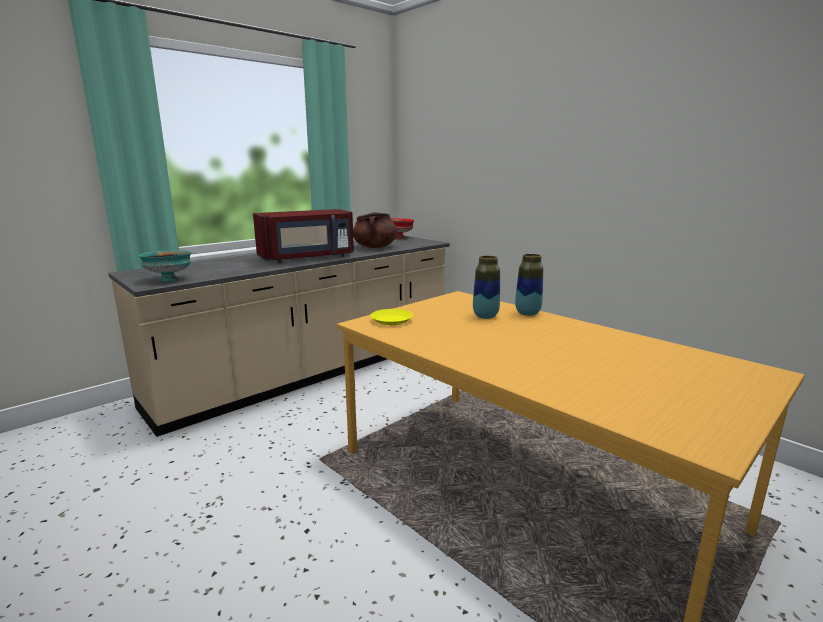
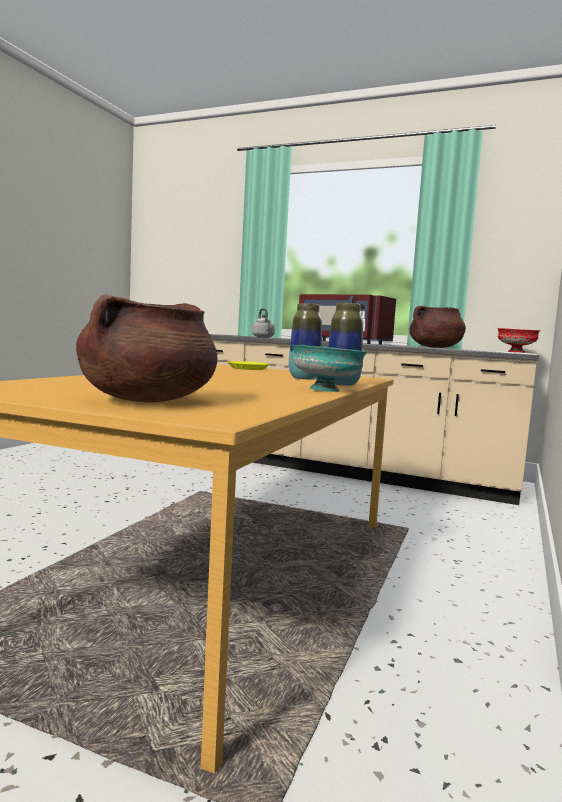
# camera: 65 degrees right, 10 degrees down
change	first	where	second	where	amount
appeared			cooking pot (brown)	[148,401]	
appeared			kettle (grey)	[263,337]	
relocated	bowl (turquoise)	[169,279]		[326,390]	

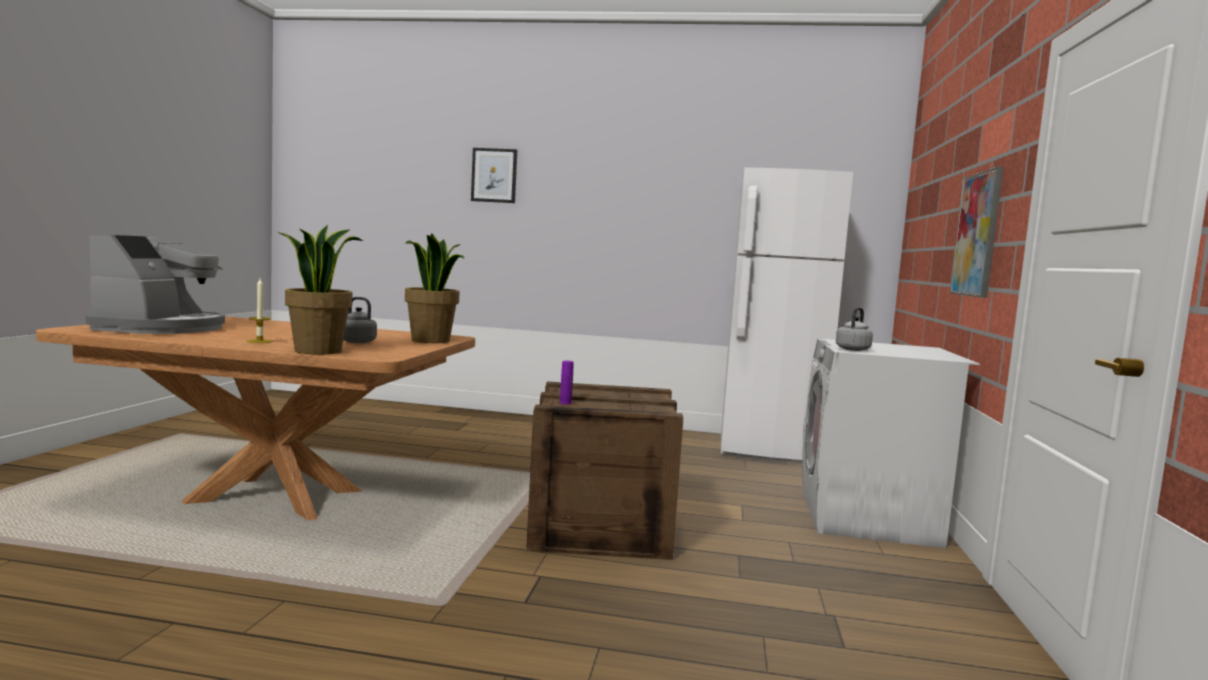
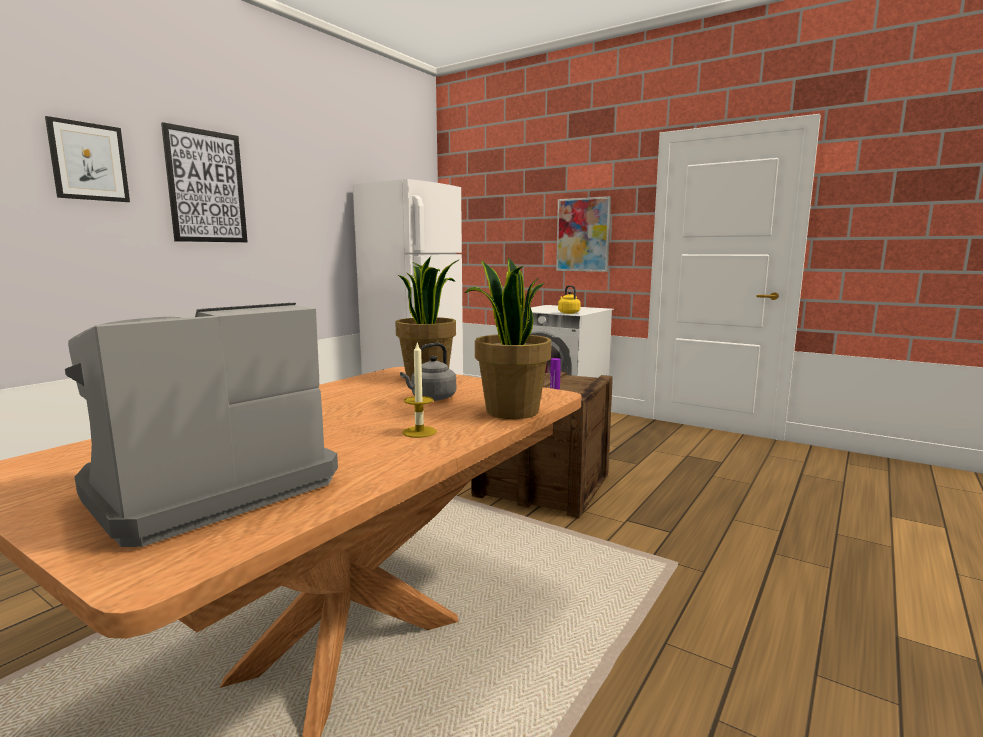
# camera: 65 degrees left, 5 degrees up
change	first	where	second	where	amount
appeared			picture	[206,186]	
colour	kettle (grey)	[853,349]	kettle (yellow)	[568,313]	
spun	coffee machine	[162,328]		[206,488]	75 degrees counterclockwise

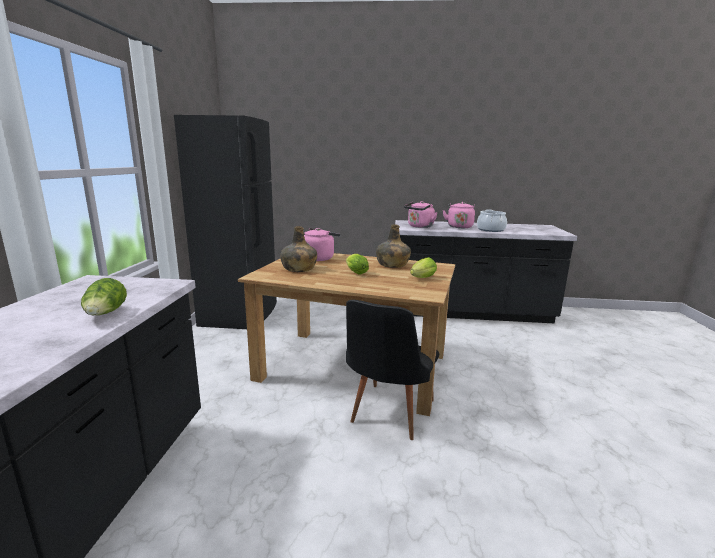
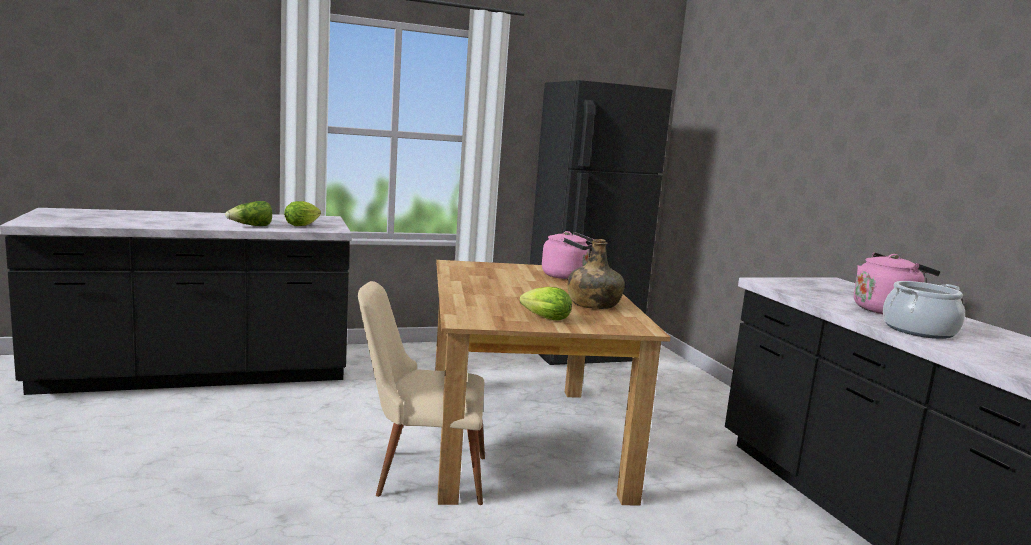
# camera: 65 degrees right, 5 degrees down
change	first	where	second	where	amount
missing	bottle (green)	[298,269]			
missing	kettle (pink)	[419,226]			
relocated	lettuce	[355,272]		[303,225]	
colour	chair (black)	[388,415]	chair (beige)	[420,474]	

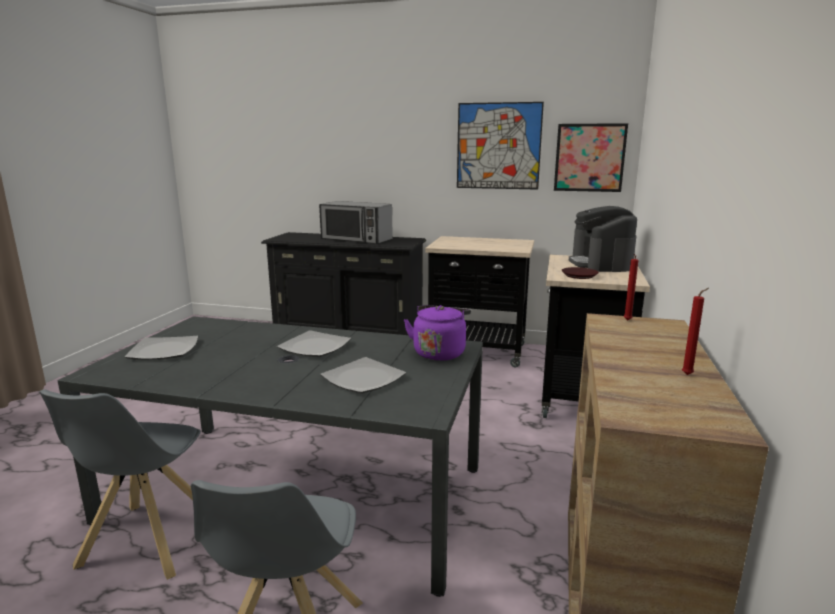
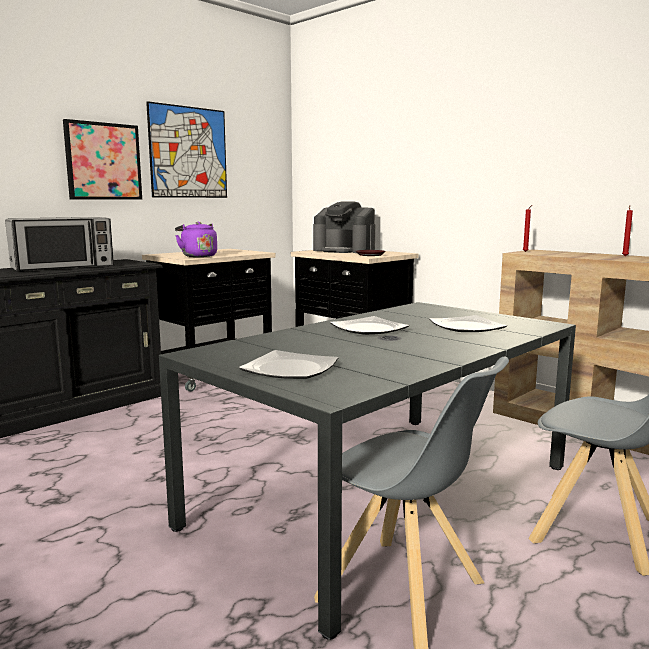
# camera: 60 degrees left, 5 degrees down
change	first	where	second	where	amount
relocated	kettle (purple)	[439,352]		[197,256]	
relocated	picture	[589,157]		[103,161]	

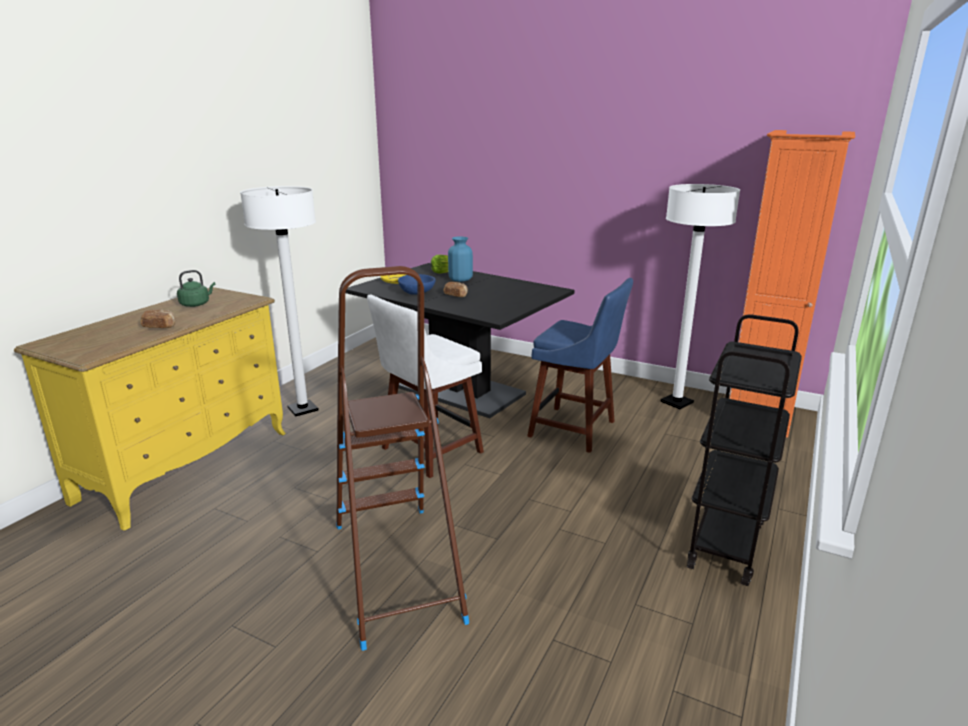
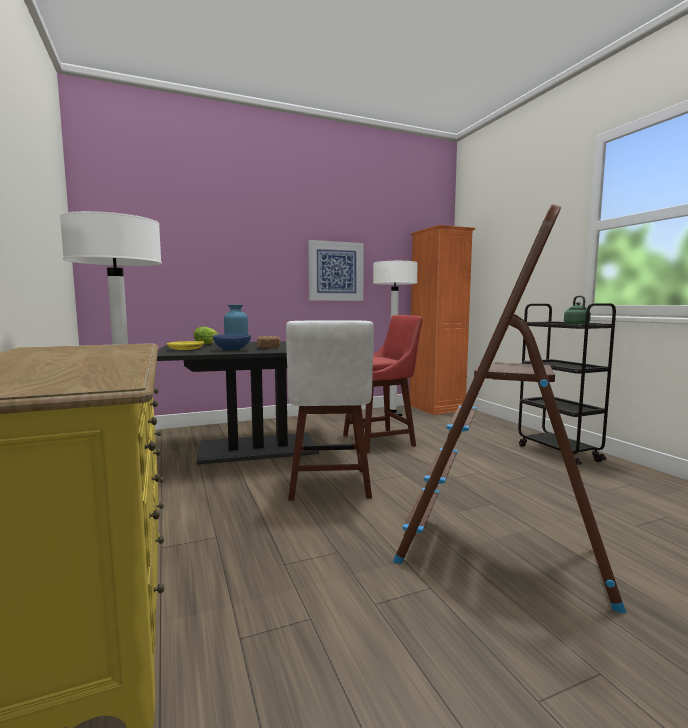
# camera: 50 degrees left, 15 degrees down
change	first	where	second	where	amount
missing	bread	[160,327]			
appeared			picture	[336,271]	
relocated	kettle (green)	[196,304]		[575,324]	
colour	chair (blue)	[576,430]	chair (red)	[382,440]	

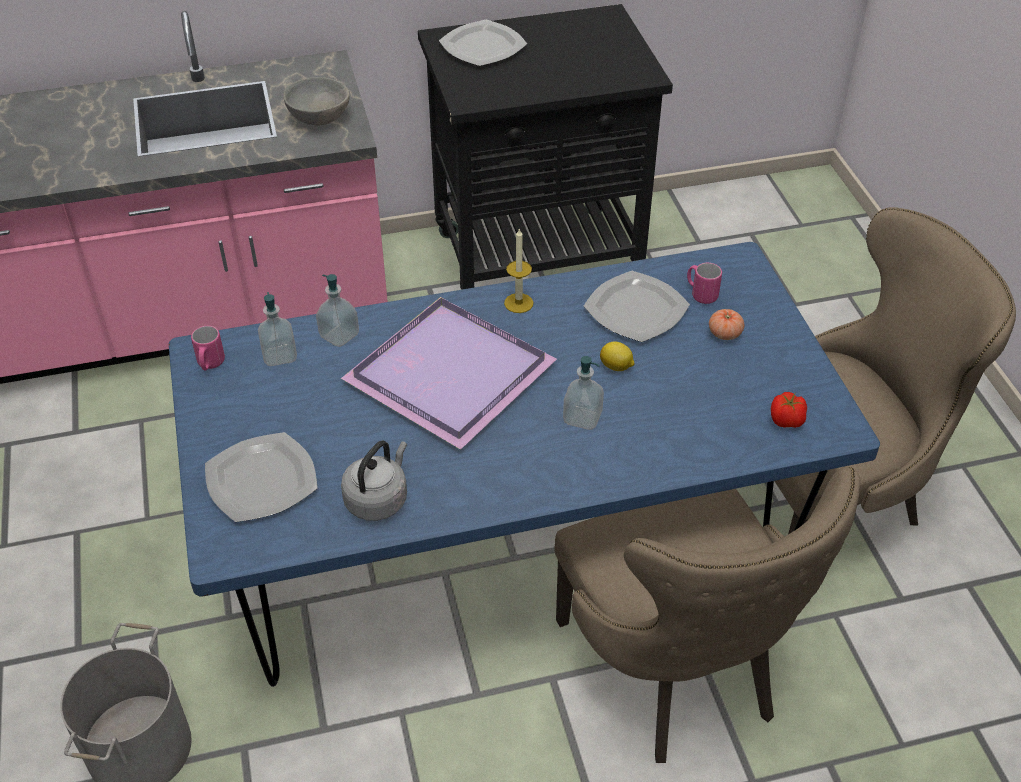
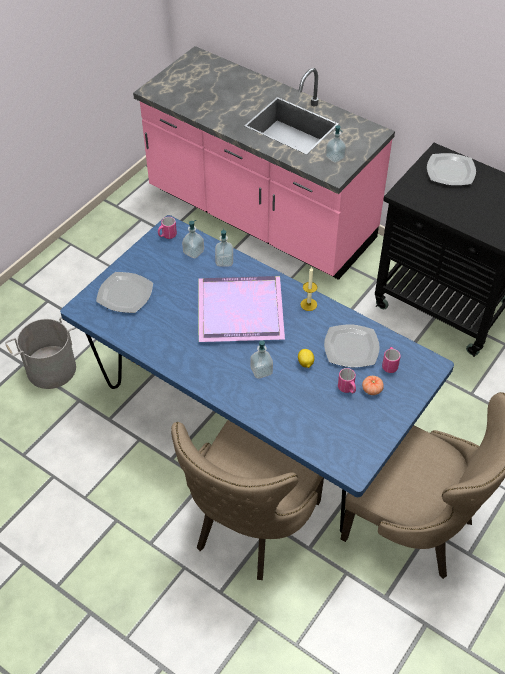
# camera: 50 degrees right, 5 degrees up
change	first	where	second	where	amount
missing	kettle (grey)	[378,499]			
missing	tomato	[787,421]			
appeared			mug (pink)	[347,389]	
exchanged	bowl (grey)	[319,118]	soap dispenser	[335,157]	

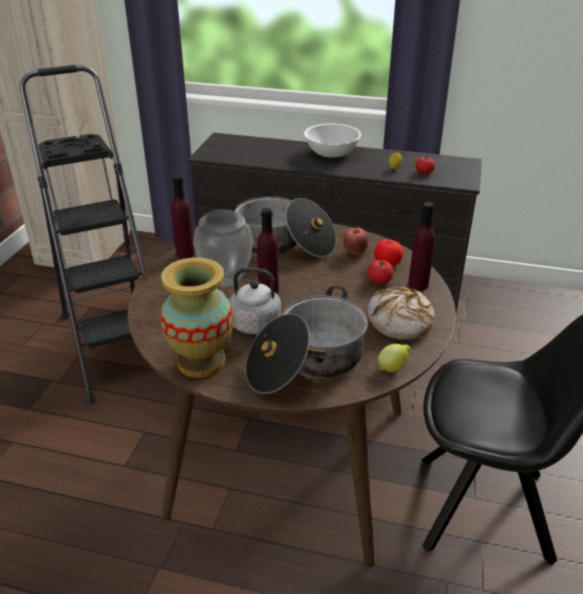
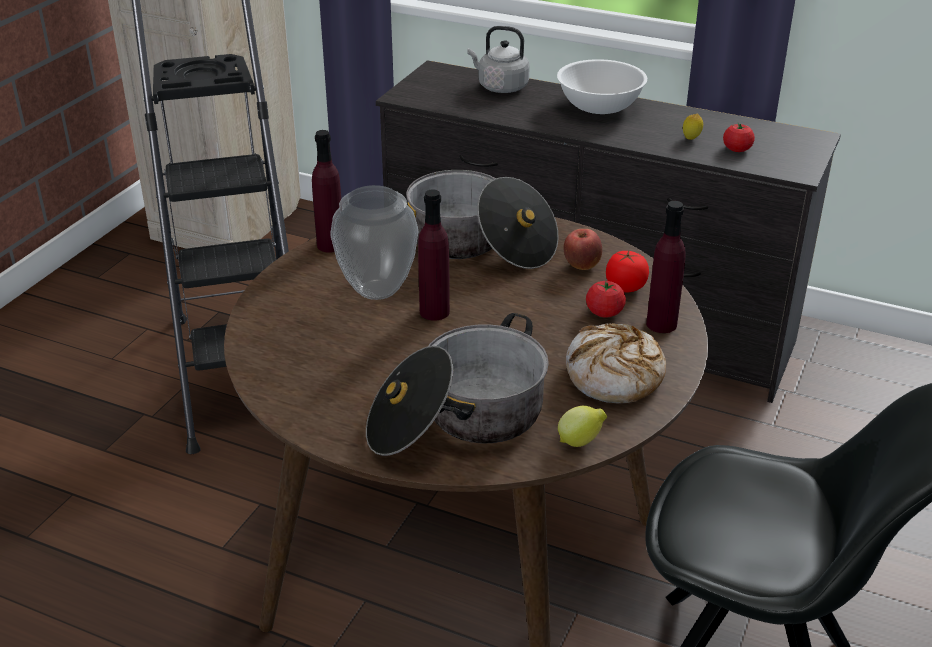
# camera: 10 degrees right, 0 degrees up
change	first	where	second	where	amount
missing	vase	[201,361]			
relocated	kettle (grey)	[252,324]		[500,87]	

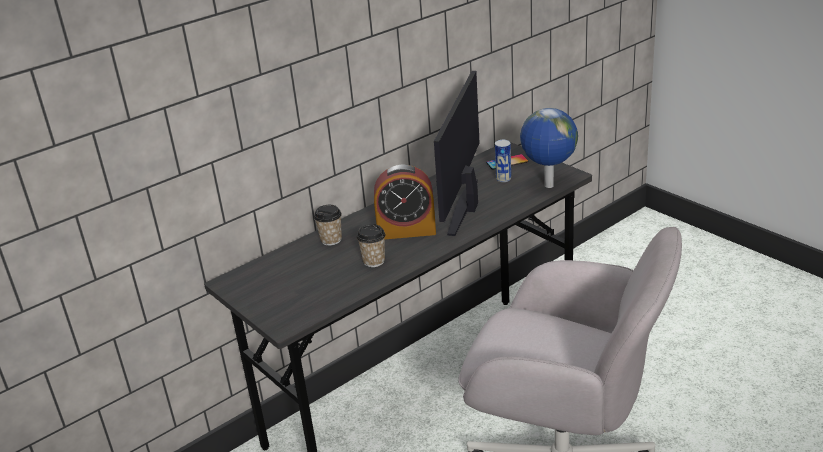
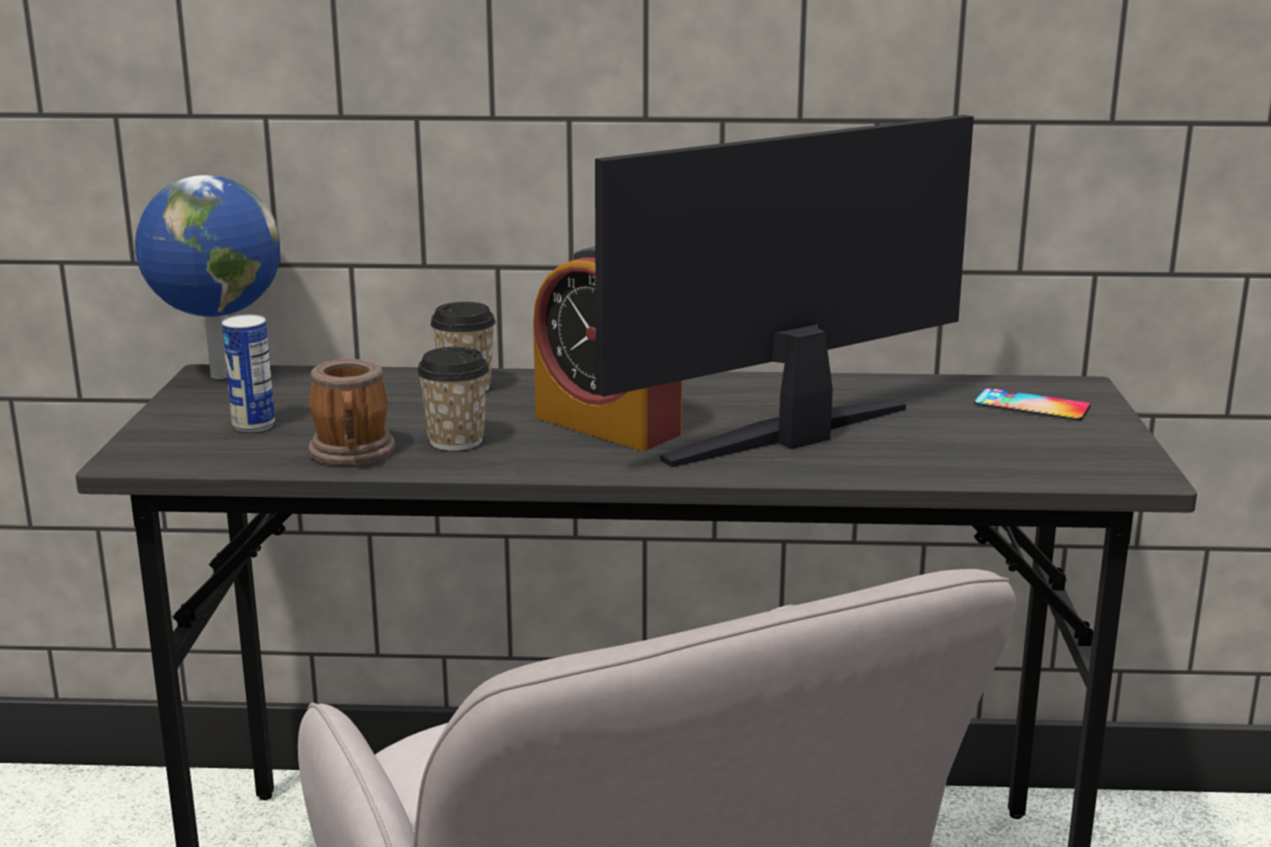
# camera: 40 degrees right, 10 degrees down
change	first	where	second	where	amount
appeared			mug	[352,455]	
relocated	can	[503,179]		[253,425]	
relocated	globe	[548,186]		[218,375]	

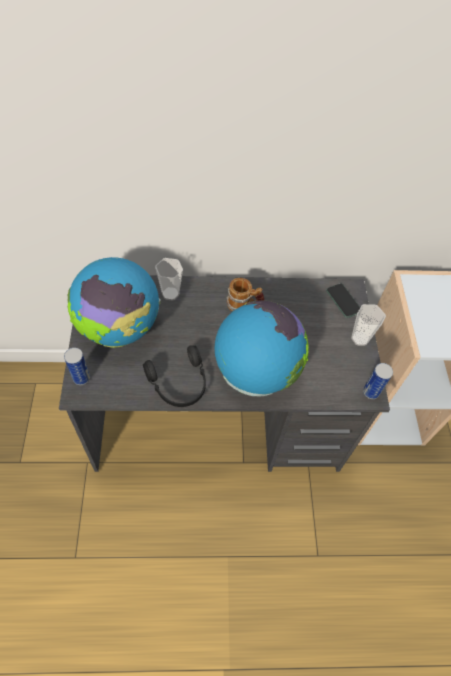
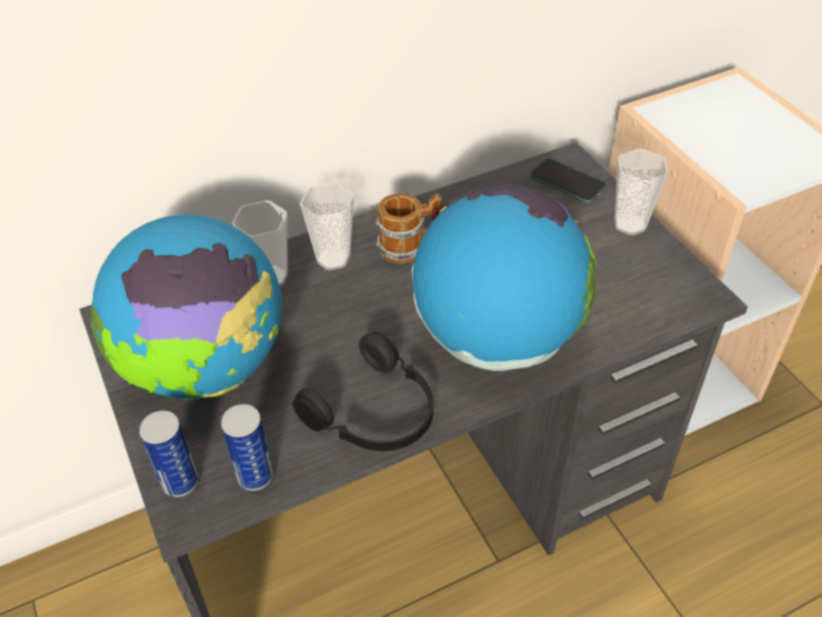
# camera: 20 degrees left, 10 degrees down
change	first	where	second	where	amount
appeared			cup	[333,259]	
relocated	can	[371,392]		[255,476]	

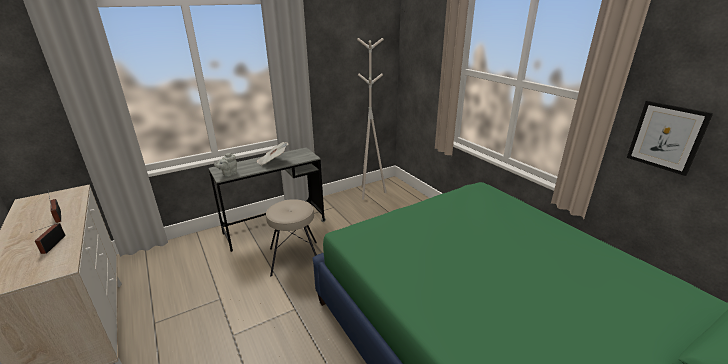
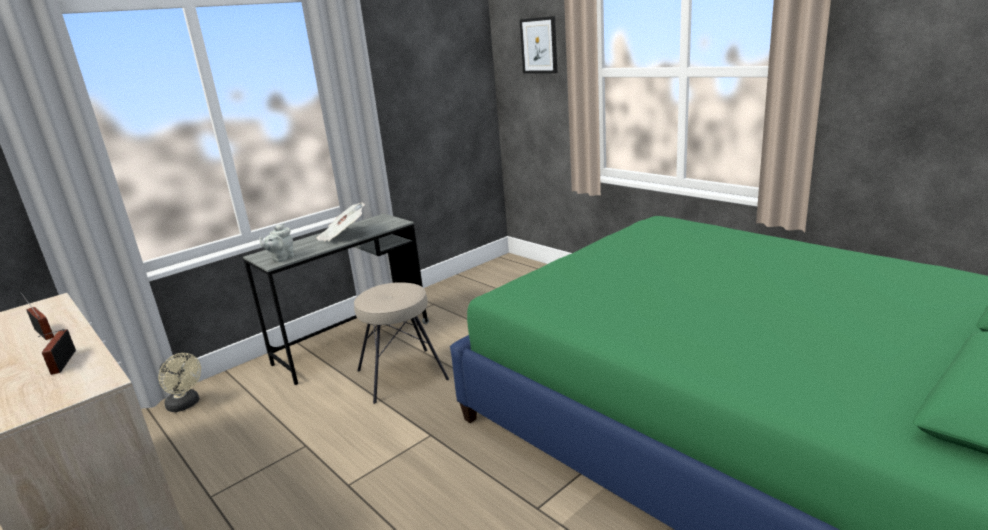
# camera: 10 degrees left, 5 degrees down
change	first	where	second	where	amount
missing	clothes rack (grey)	[370,193]			
appeared			fan (beige)	[186,405]	
relocated	picture	[666,137]		[539,45]	

